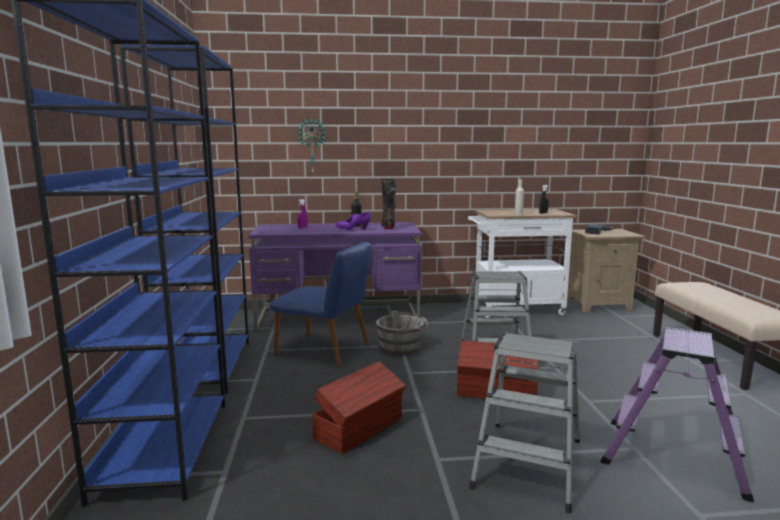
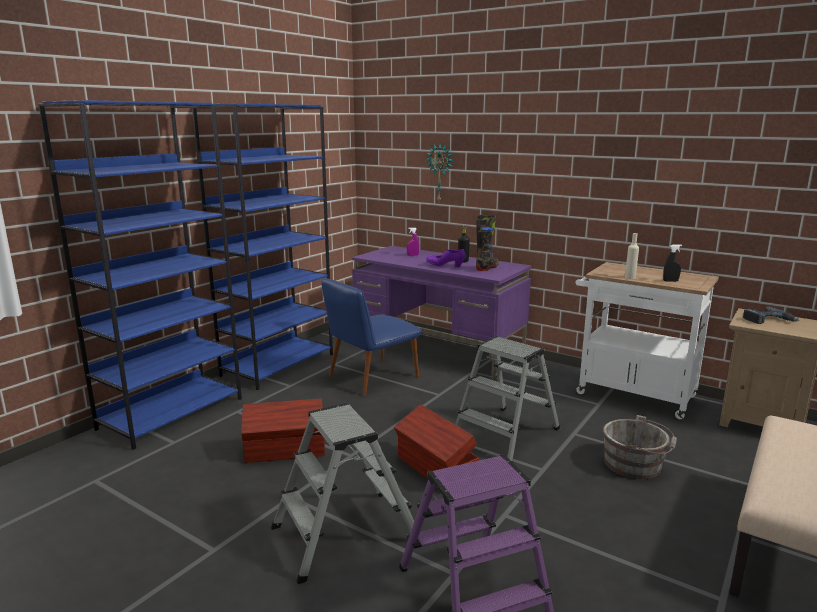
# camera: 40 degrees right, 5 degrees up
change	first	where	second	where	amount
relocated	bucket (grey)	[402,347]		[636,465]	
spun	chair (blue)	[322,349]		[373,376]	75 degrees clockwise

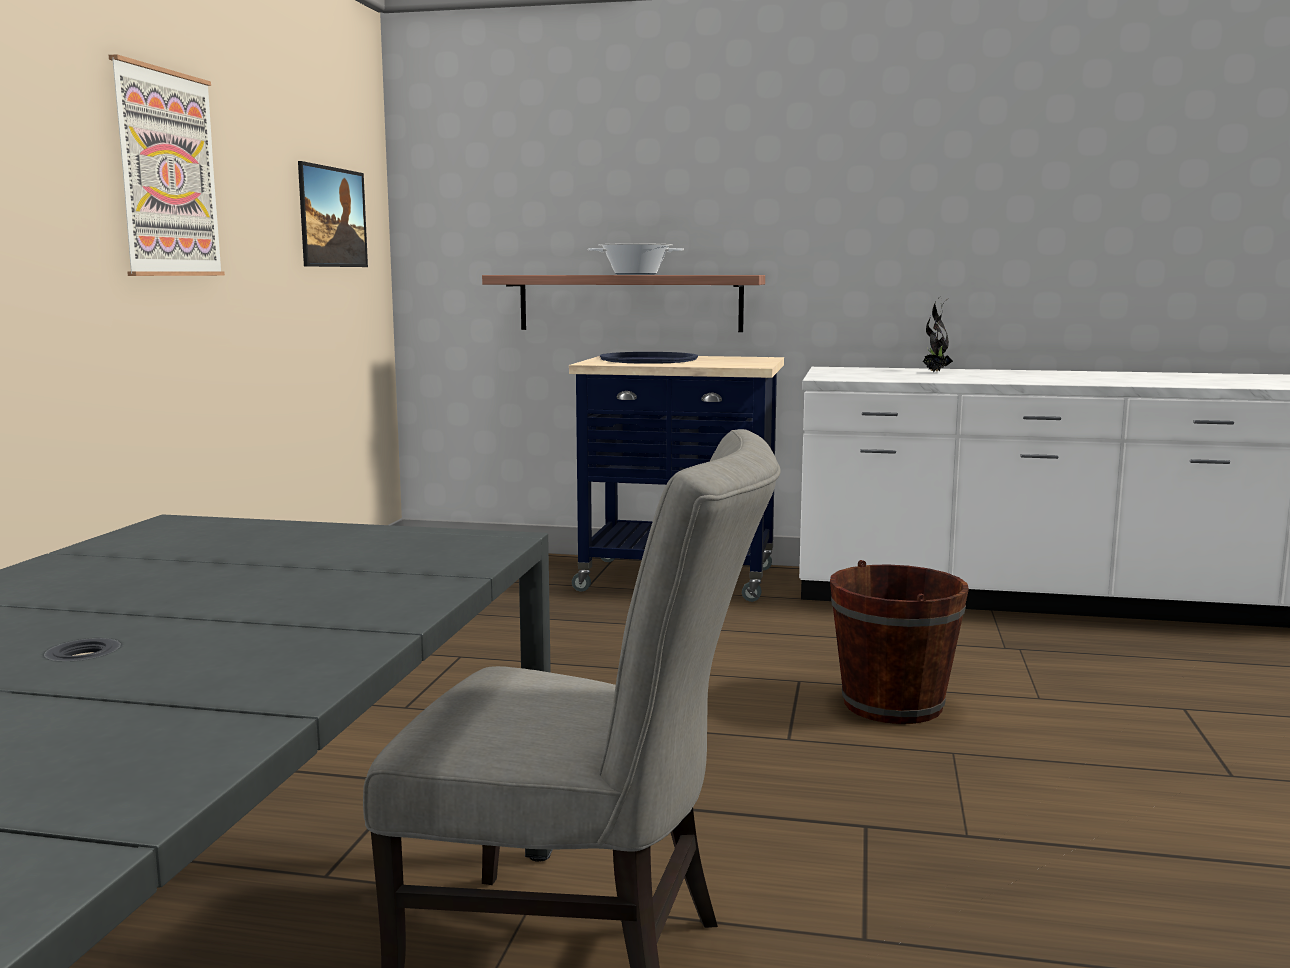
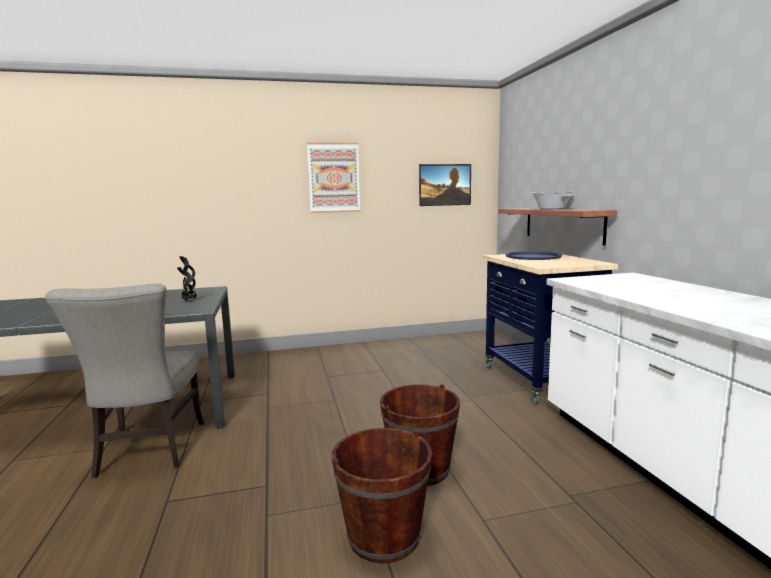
# camera: 65 degrees right, 0 degrees up
change	first	where	second	where	amount
appeared			bucket (brown)	[384,536]	
relocated	potted plant	[935,372]		[188,300]	

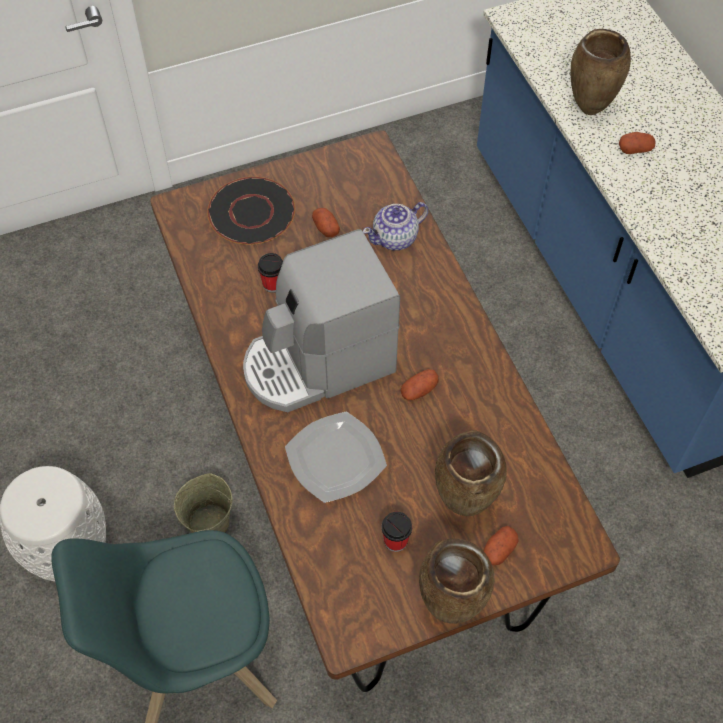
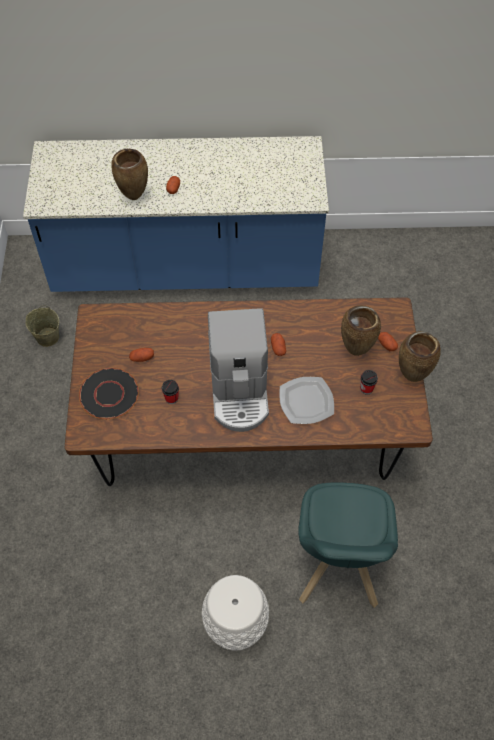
# camera: 70 degrees left, 0 degrees up
change	first	where	second	where	amount
missing	teapot	[396,238]			
relocated	bucket (beige)	[209,521]		[47,337]	

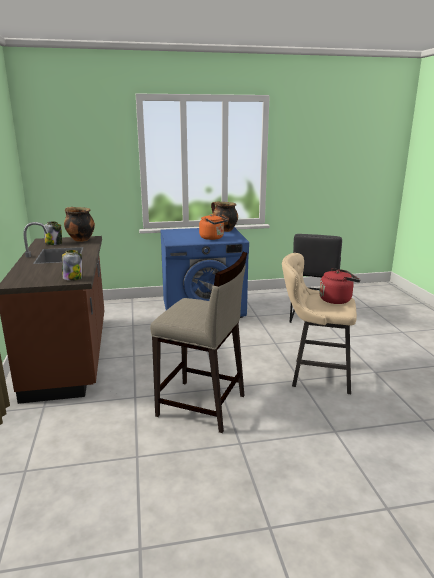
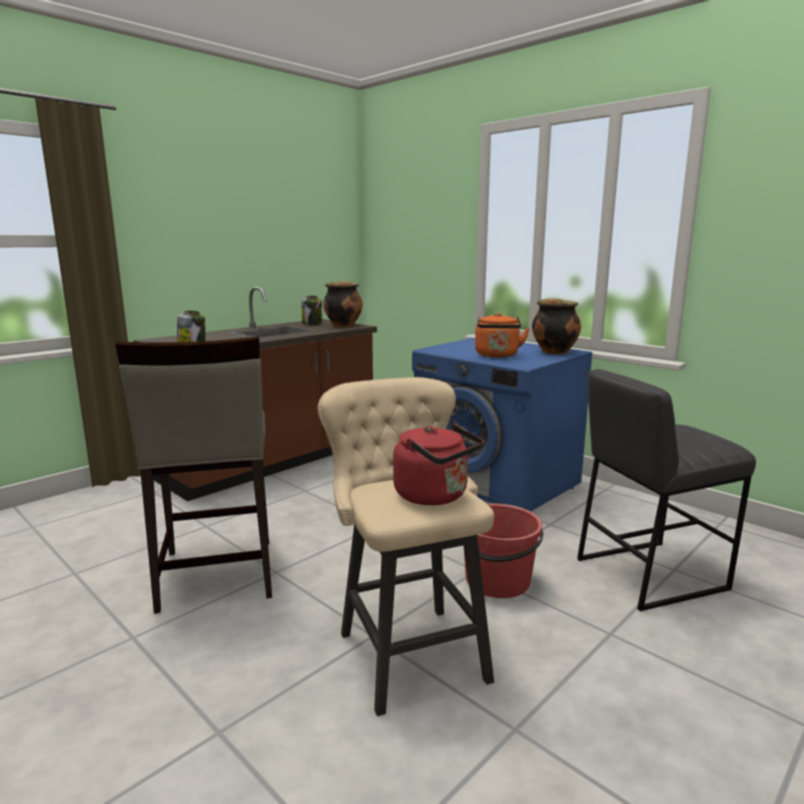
# camera: 55 degrees right, 5 degrees down
change	first	where	second	where	amount
appeared			bucket (red)	[497,581]	

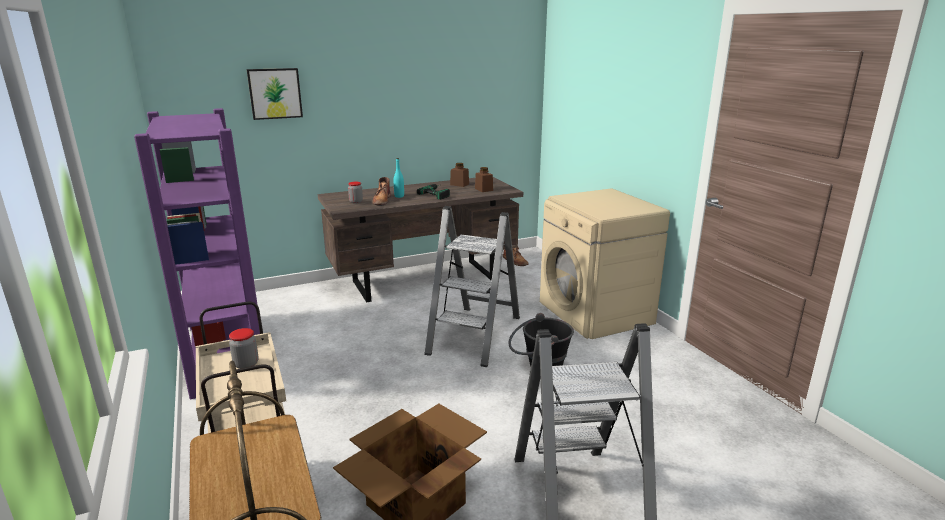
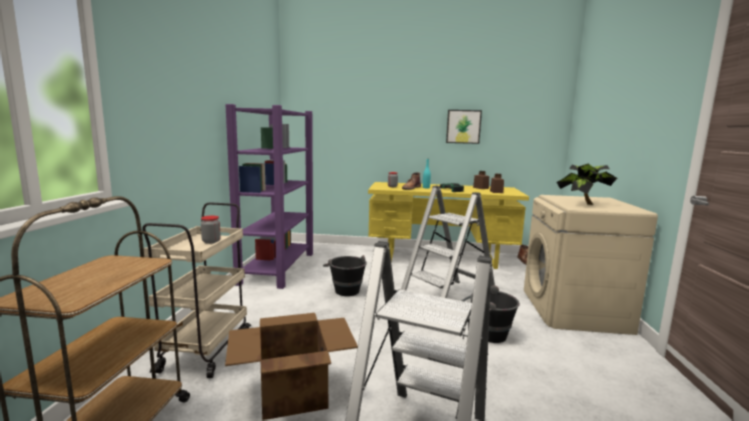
# camera: 30 degrees right, 10 degrees down
change	first	where	second	where	amount
appeared			bucket (black)	[345,289]	
appeared			potted plant	[583,204]	
relocated	picture	[275,93]		[463,126]	
colour	desk (brown)	[424,279]	desk (yellow)	[441,258]	

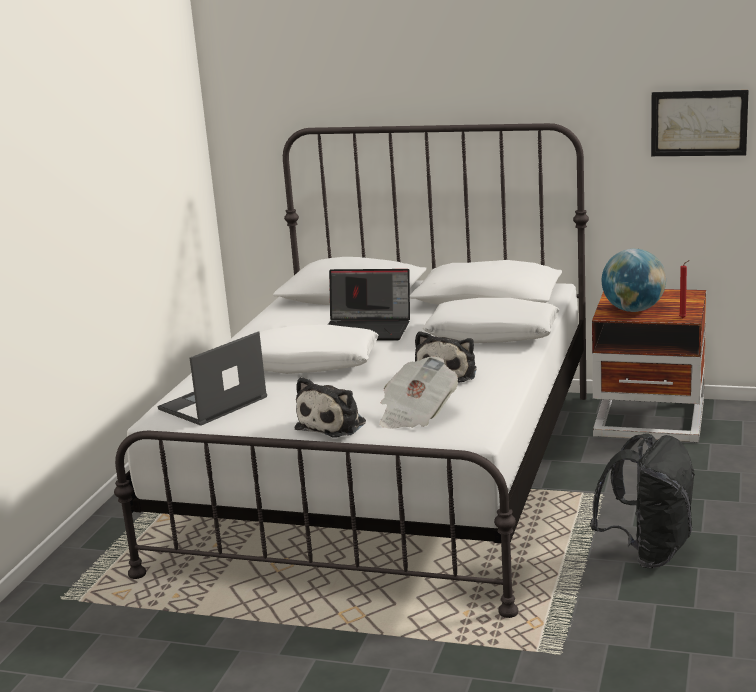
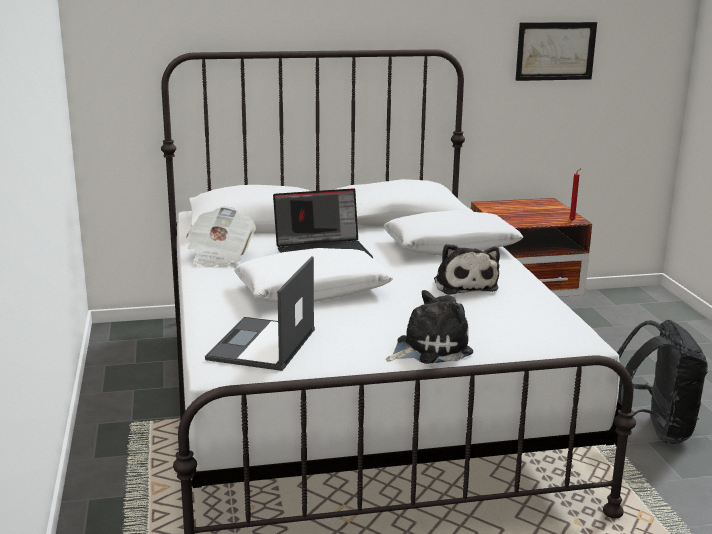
# camera: 30 degrees left, 0 degrees up
change	first	where	second	where	amount
missing	globe	[633,310]			
relocated	newspaper	[416,415]		[219,256]	
spun	plush toy	[334,424]		[429,348]	120 degrees counterclockwise

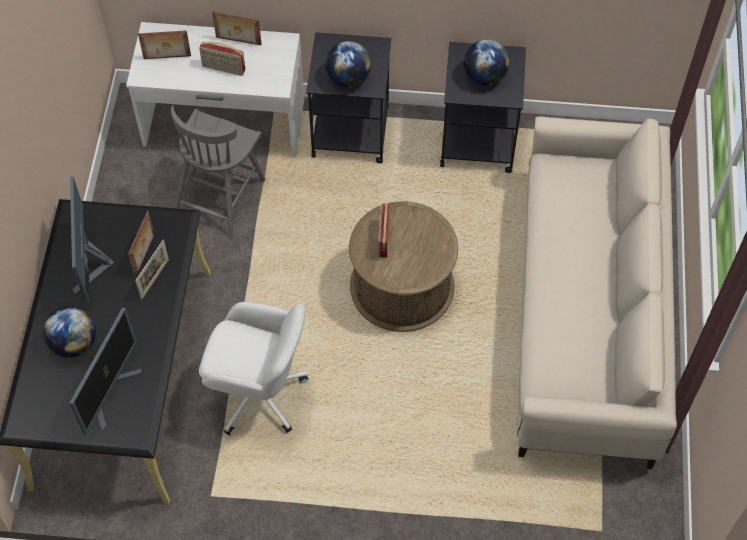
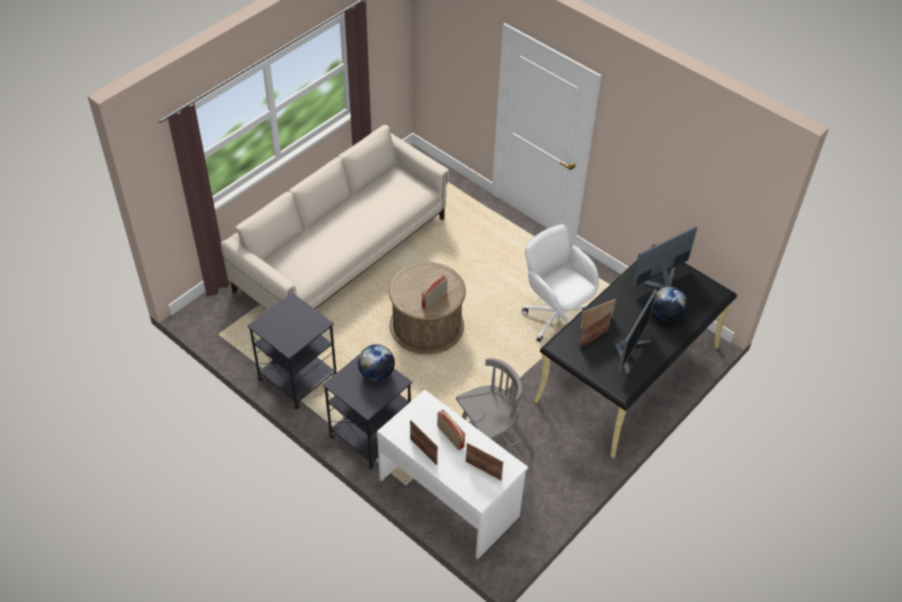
# camera: 145 degrees left, 10 degrees down
change	first	where	second	where	amount
missing	globe	[484,76]			

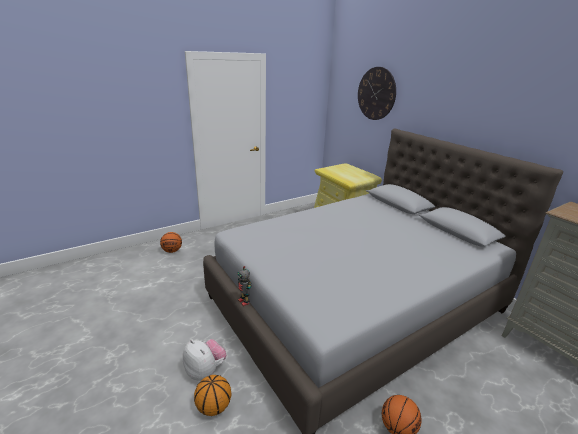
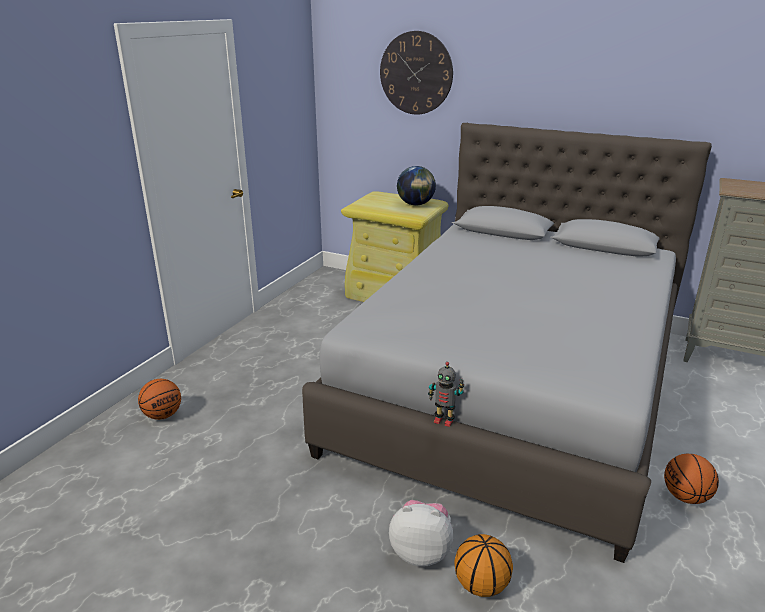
# camera: 30 degrees left, 0 degrees up
change	first	where	second	where	amount
appeared			globe	[416,204]	

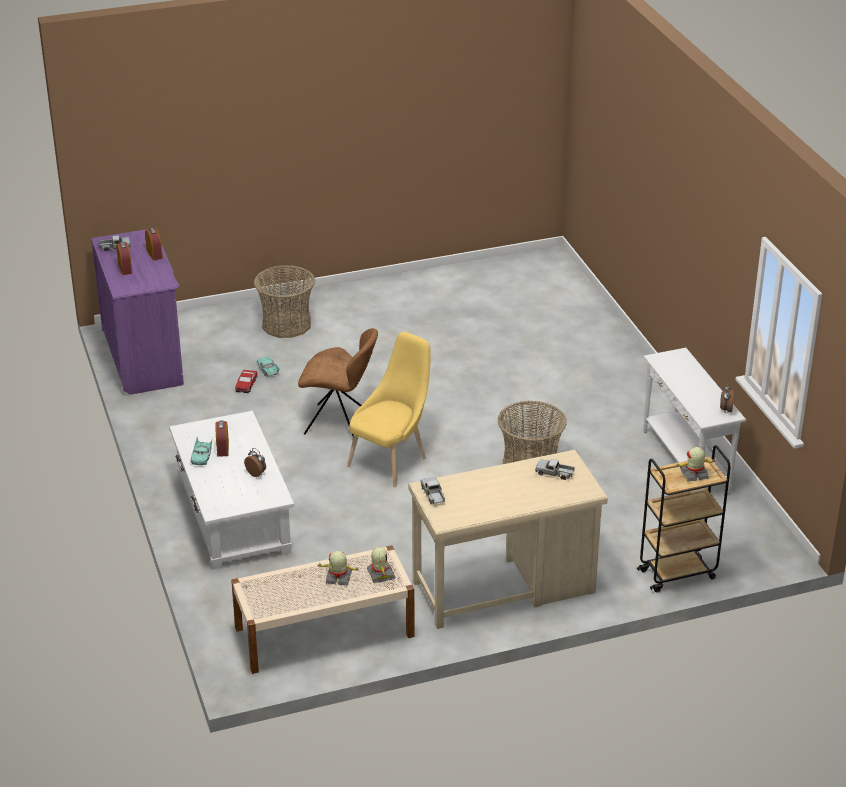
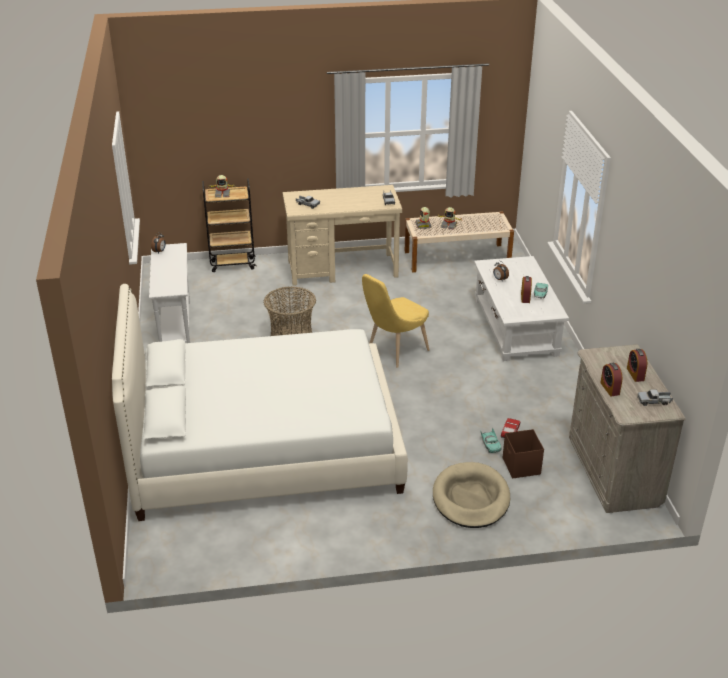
# camera: 170 degrees left, 0 degrees up
change	first	where	second	where	amount
missing	chair (brown)	[339,423]			
appeared			bed (white)	[264,446]	
appeared			storage box (brown)	[521,466]	
exchanged	basket	[286,324]	dog bed (beige)	[471,498]	
colour	dresser (purple)	[144,359]	dresser (beige)	[612,471]	

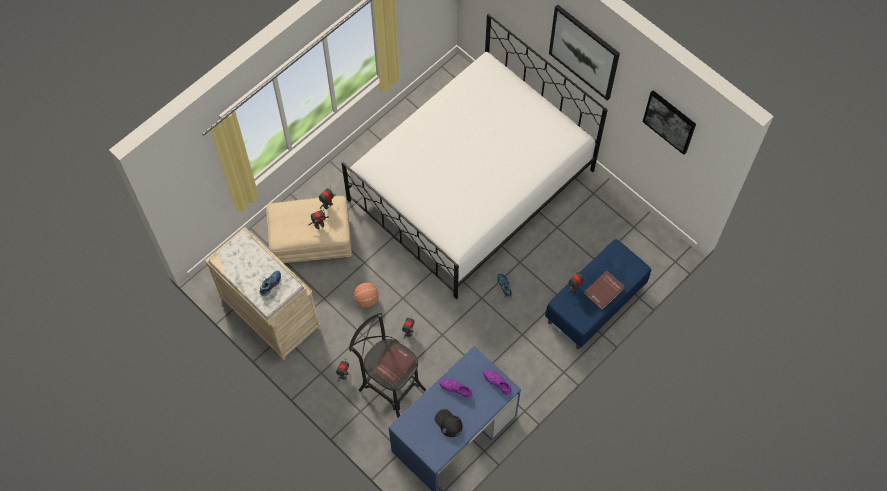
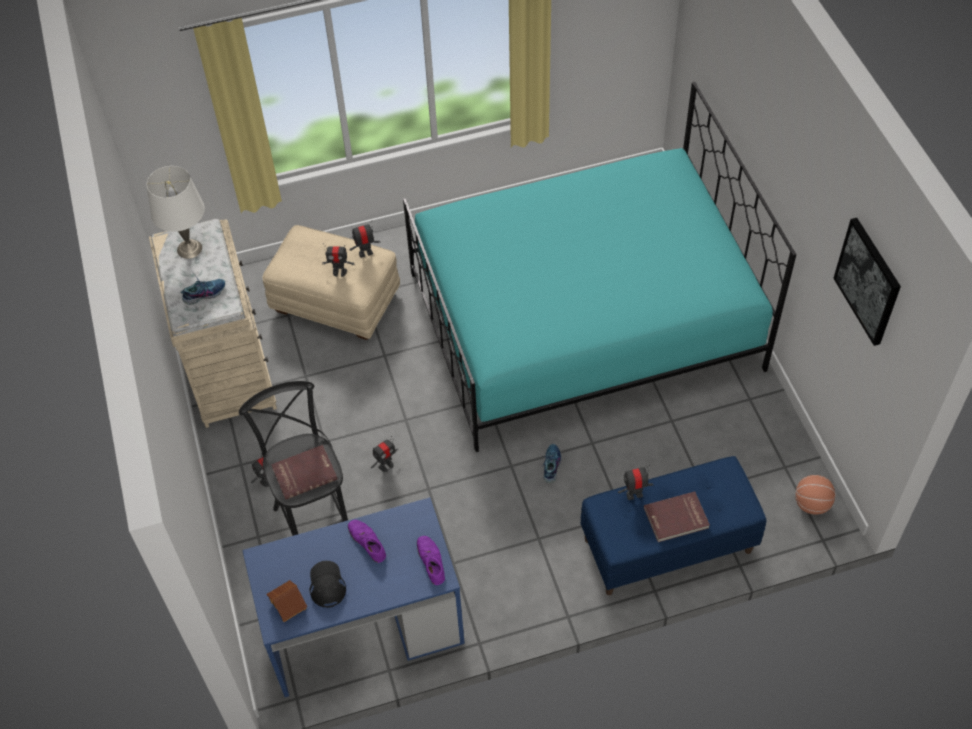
# camera: 30 degrees right, 10 degrees down
change	first	where	second	where	amount
missing	picture	[584,52]			
appeared			table lamp (white)	[190,249]	
appeared			toy house	[289,604]	
relocated	basketball	[366,299]		[811,504]	
colour	bed (white)	[471,184]	bed (turquoise)	[584,320]	

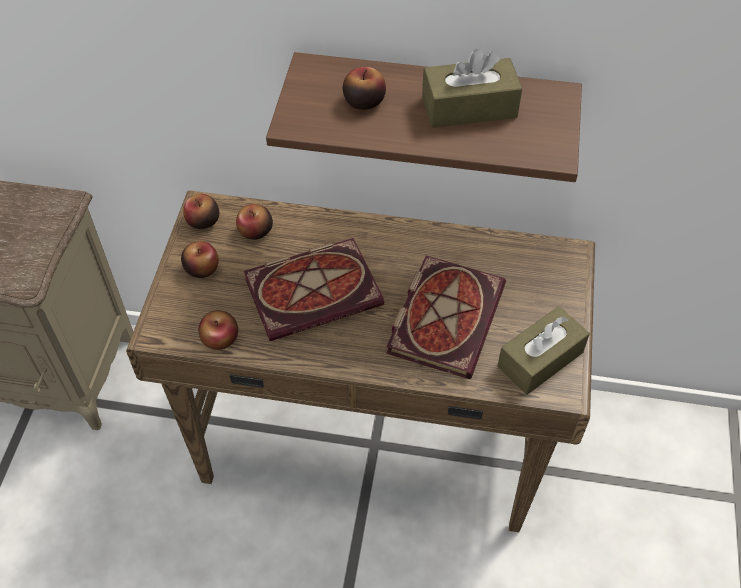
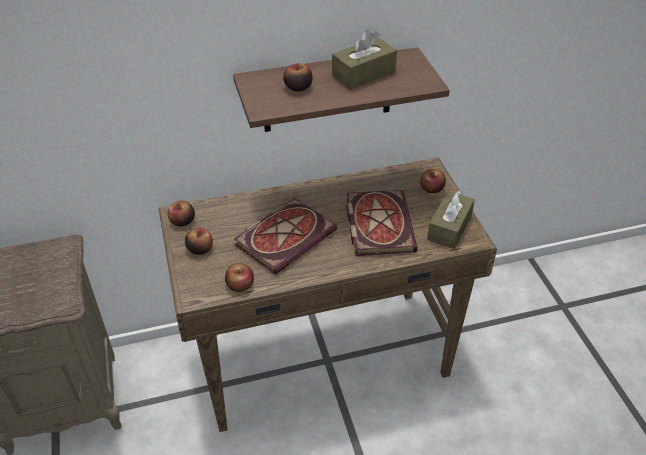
# camera: 25 degrees left, 10 degrees down
change	first	where	second	where	amount
relocated	apple	[255,231]		[432,188]	

